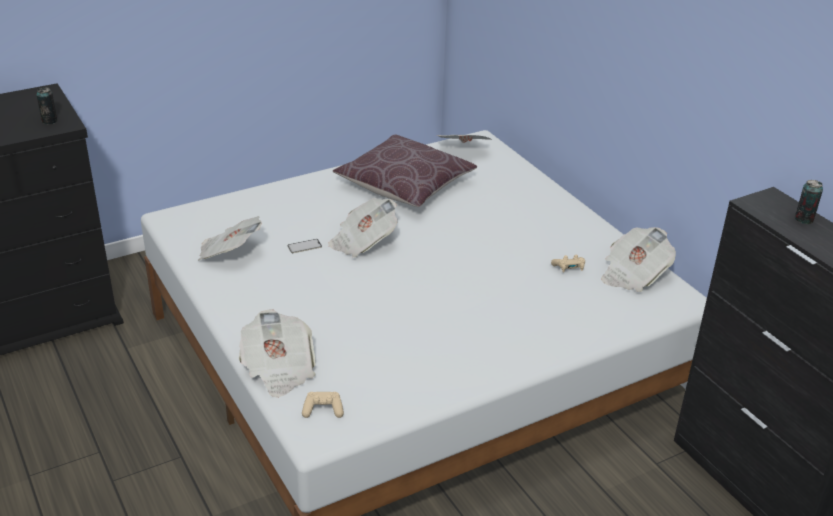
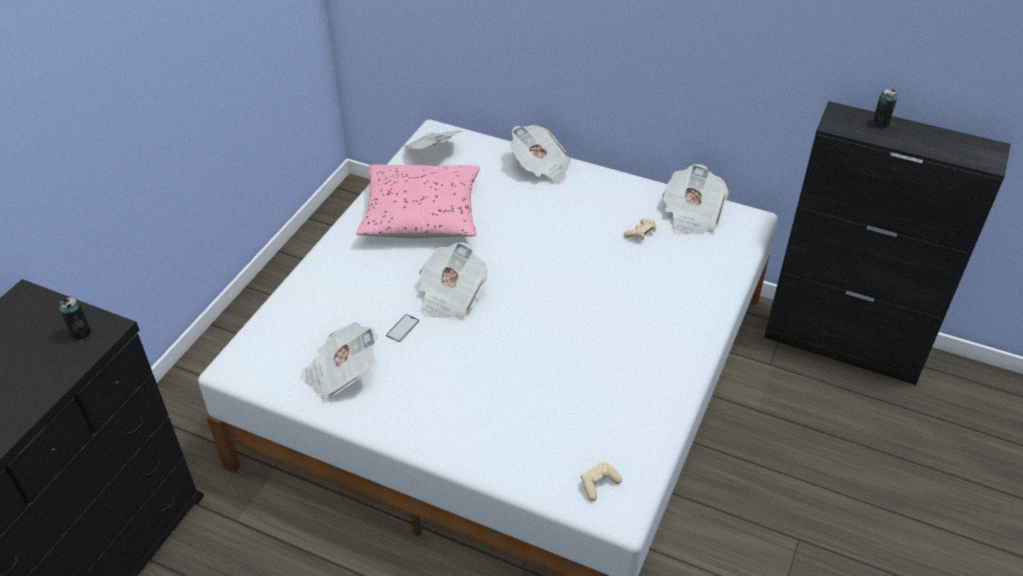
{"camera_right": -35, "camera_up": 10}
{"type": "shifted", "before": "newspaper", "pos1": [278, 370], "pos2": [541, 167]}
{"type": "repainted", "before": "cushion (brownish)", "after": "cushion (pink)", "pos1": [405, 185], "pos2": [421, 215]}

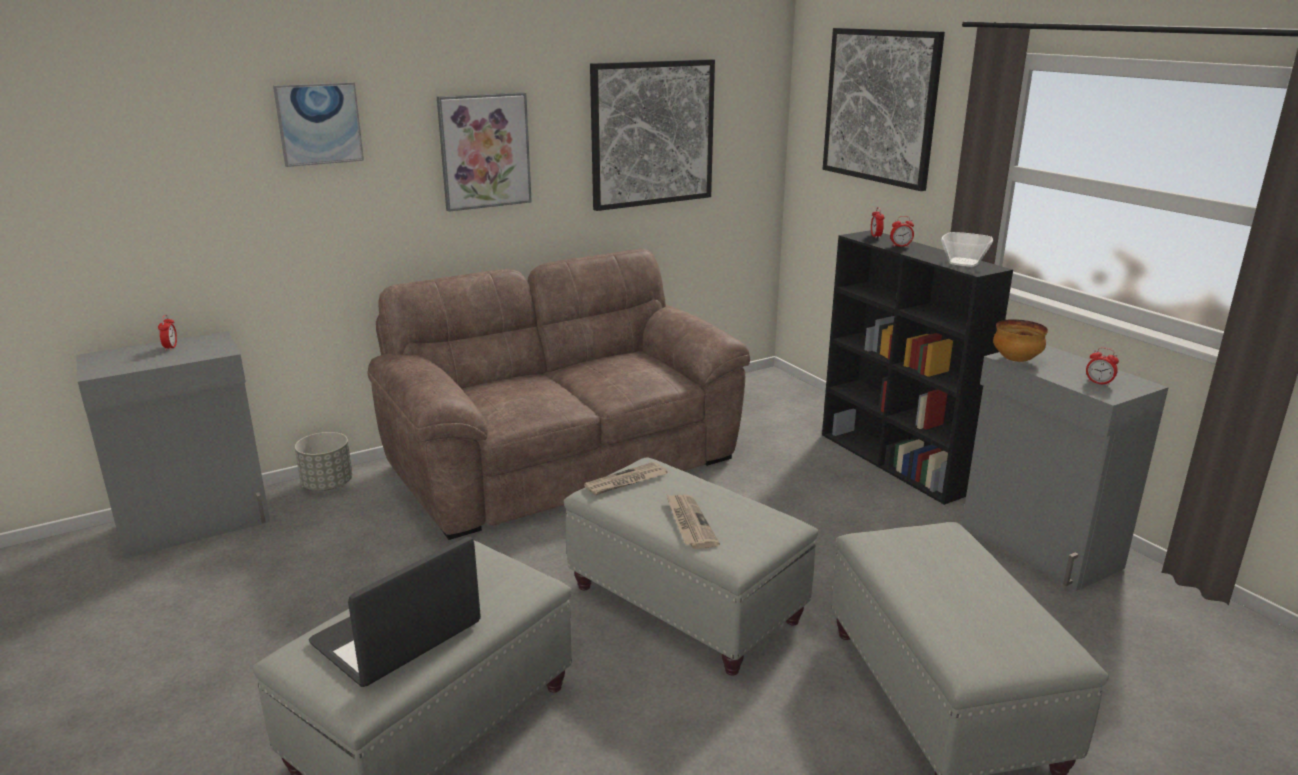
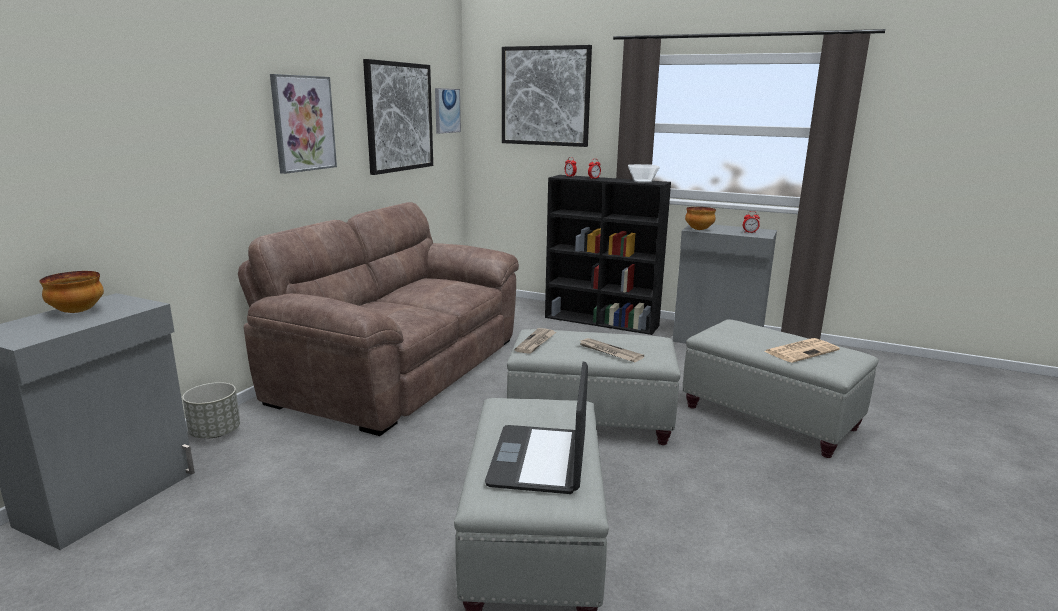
{"camera_right": -35, "camera_up": -5}
{"type": "swapped", "before": "table clock", "after": "serving bowl", "pos1": [171, 348], "pos2": [76, 312]}
{"type": "shifted", "before": "picture", "pos1": [319, 124], "pos2": [447, 110]}
{"type": "new", "after": "newspaper", "pos2": [801, 351]}

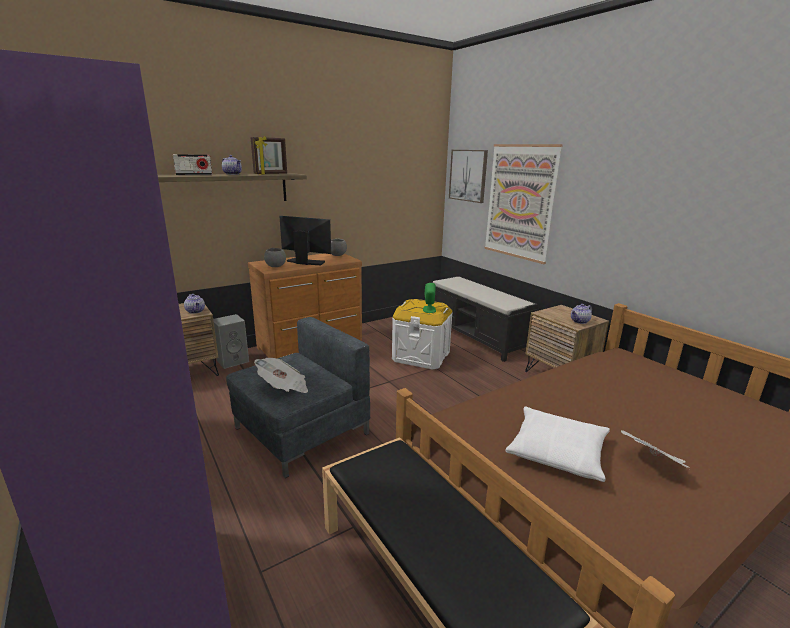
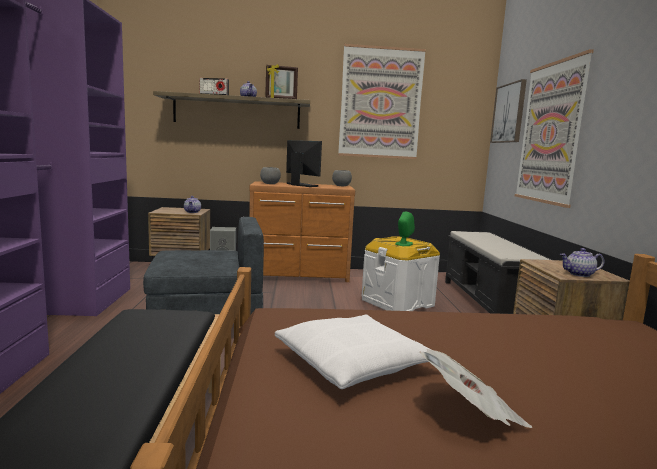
{"camera_right": 30, "camera_up": -10}
{"type": "gone", "before": "newspaper", "pos1": [284, 387]}
{"type": "new", "after": "picture", "pos2": [380, 103]}

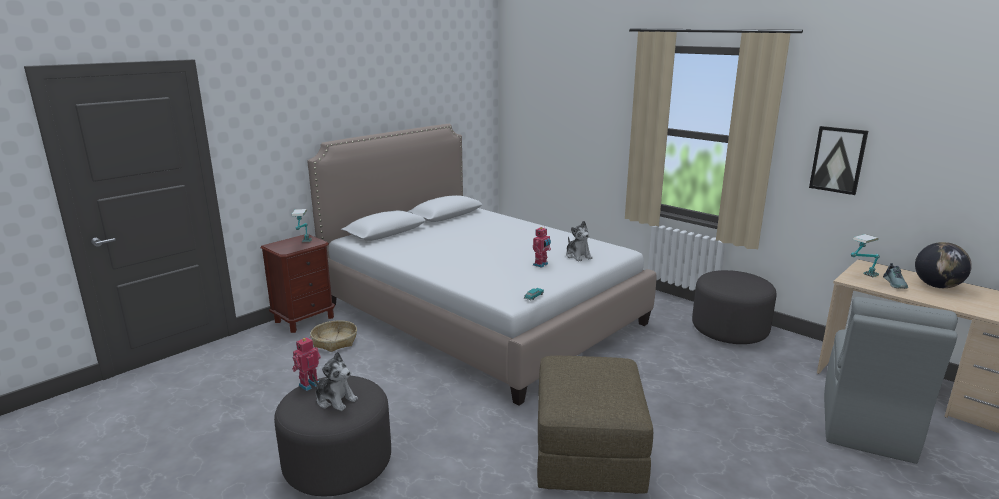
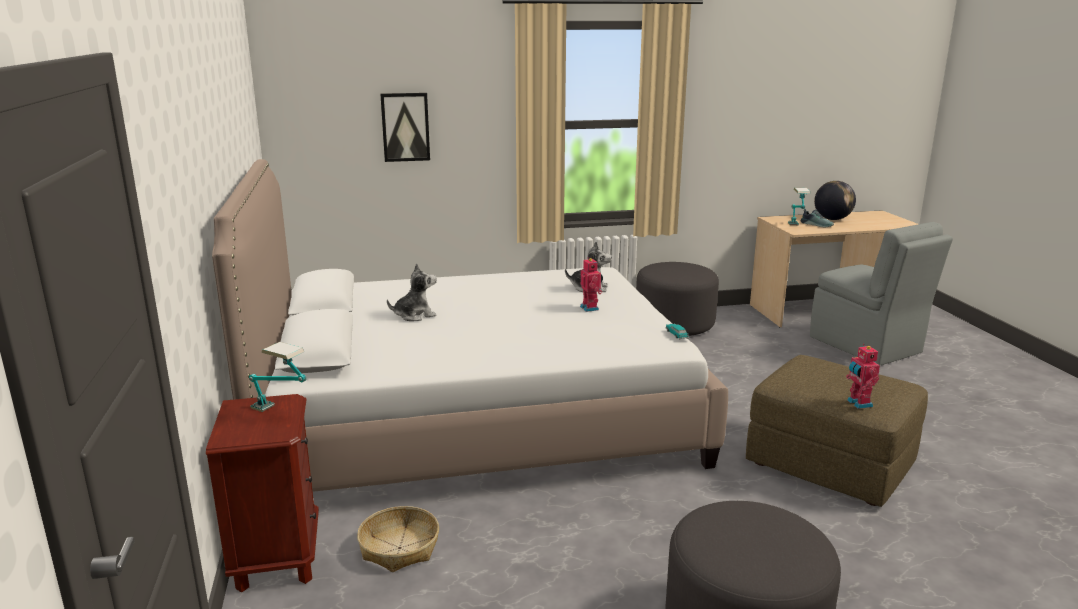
{"camera_right": -55, "camera_up": 0}
{"type": "shifted", "before": "robot figure", "pos1": [308, 384], "pos2": [858, 403]}
{"type": "shifted", "before": "soft toy", "pos1": [335, 400], "pos2": [415, 315]}
{"type": "shifted", "before": "picture", "pos1": [838, 160], "pos2": [405, 127]}

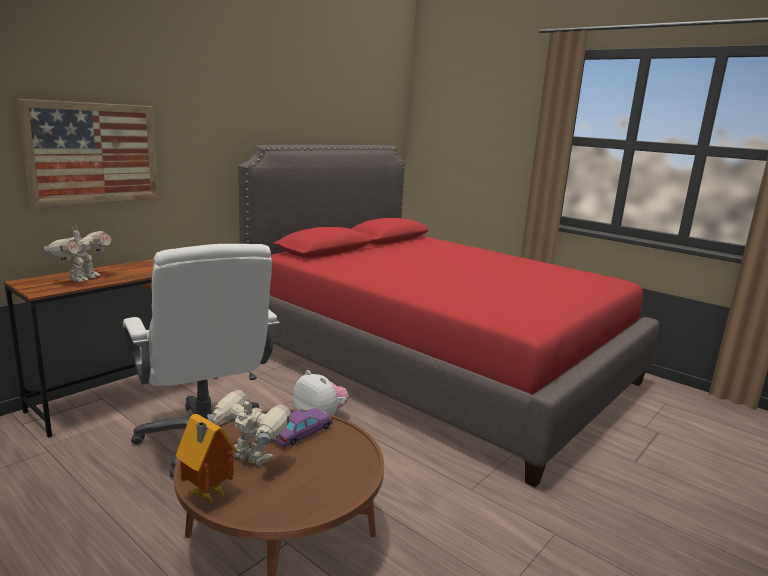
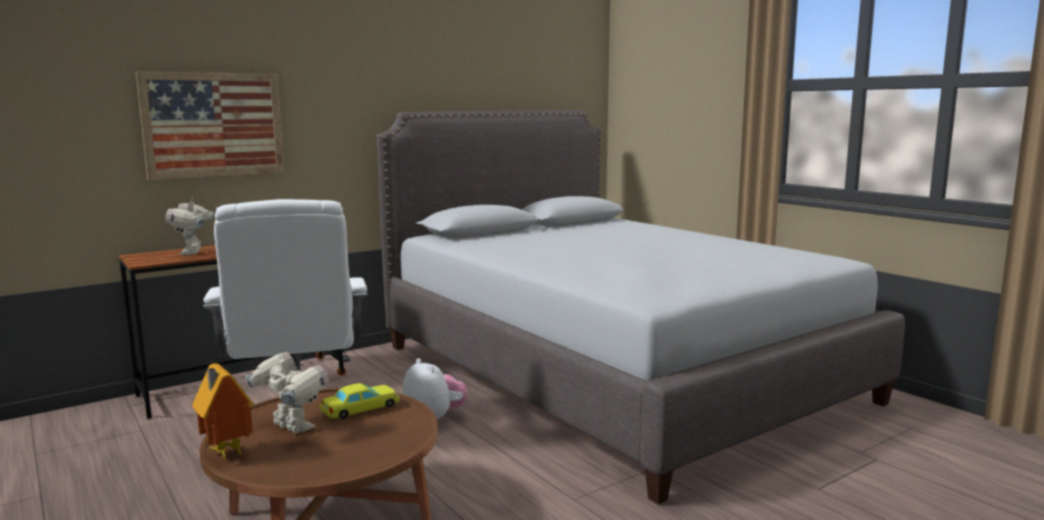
{"camera_right": 15, "camera_up": -5}
{"type": "rotated", "before": "robot figure", "pos1": [82, 278], "pos2": [193, 253], "turn": 135}
{"type": "repainted", "before": "sleeping bed (red)", "after": "sleeping bed (gray)", "pos1": [437, 365], "pos2": [612, 372]}
{"type": "repainted", "before": "model car (purplish)", "after": "model car (yellowish)", "pos1": [301, 431], "pos2": [361, 408]}

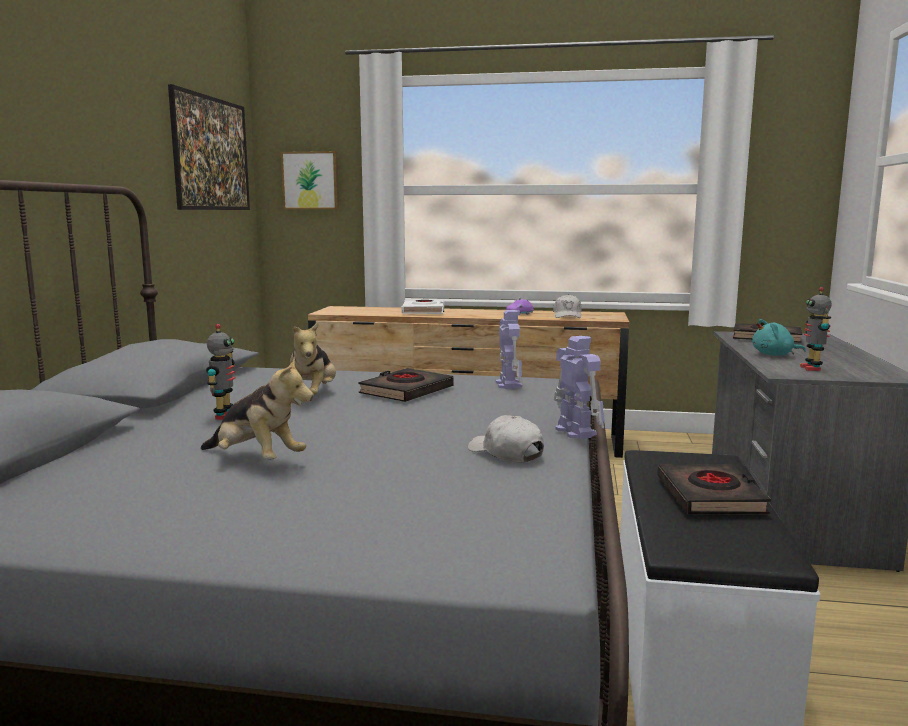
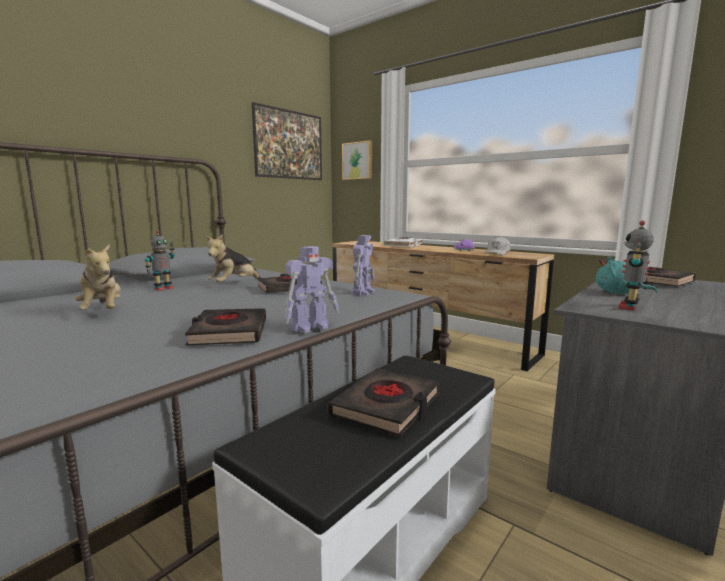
{"camera_right": 30, "camera_up": 0}
{"type": "swapped", "before": "baseball cap (white-coloured)", "after": "bound book (black-coloured)", "pos1": [505, 453], "pos2": [229, 333]}
{"type": "rotated", "before": "robot figure", "pos1": [575, 431], "pos2": [311, 327], "turn": 45}

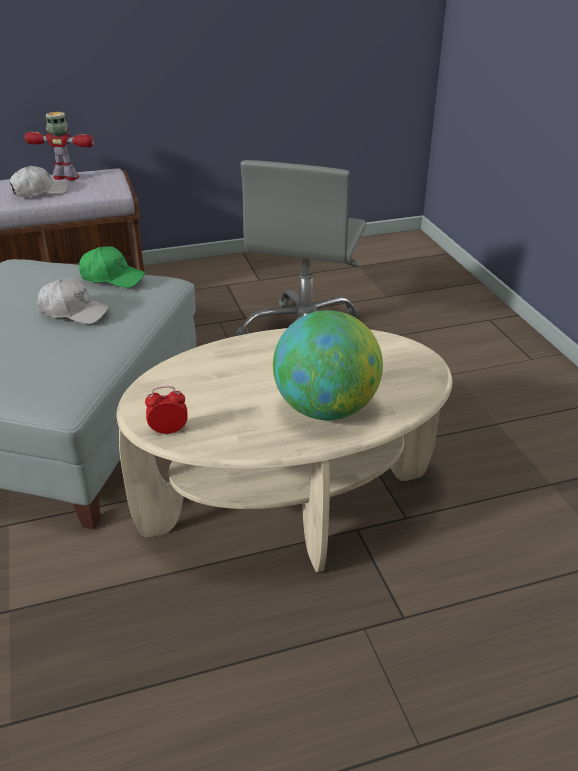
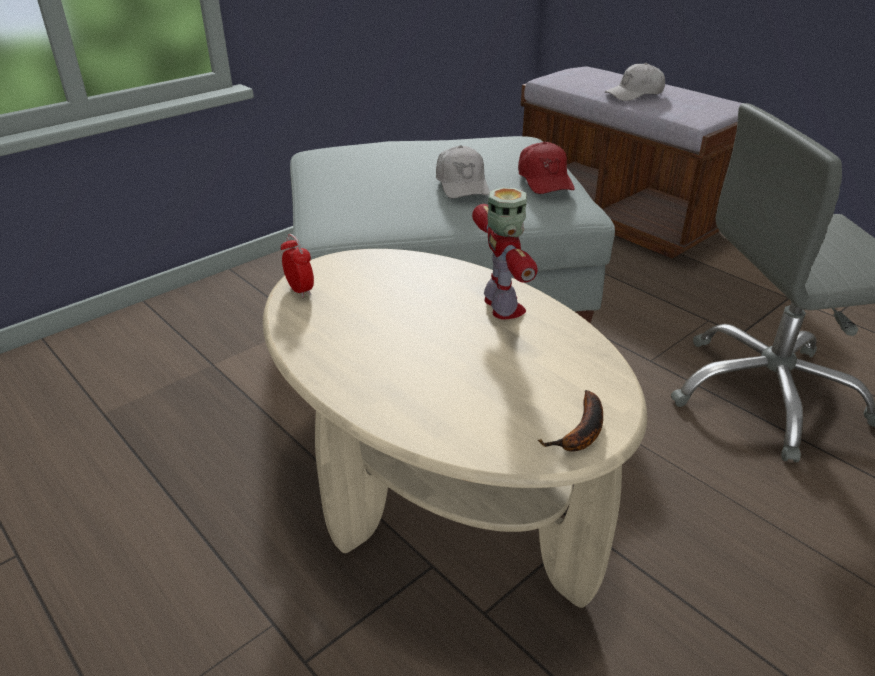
{"camera_right": 65, "camera_up": 0}
{"type": "rotated", "before": "baseball cap (white-coloured)", "pos1": [39, 192], "pos2": [634, 94], "turn": 120}
{"type": "shifted", "before": "robot figure", "pos1": [67, 177], "pos2": [502, 307]}
{"type": "repainted", "before": "baseball cap (greenish)", "after": "baseball cap (red)", "pos1": [112, 277], "pos2": [545, 180]}
{"type": "gone", "before": "globe", "pos1": [326, 409]}
{"type": "new", "after": "banana", "pos2": [581, 433]}

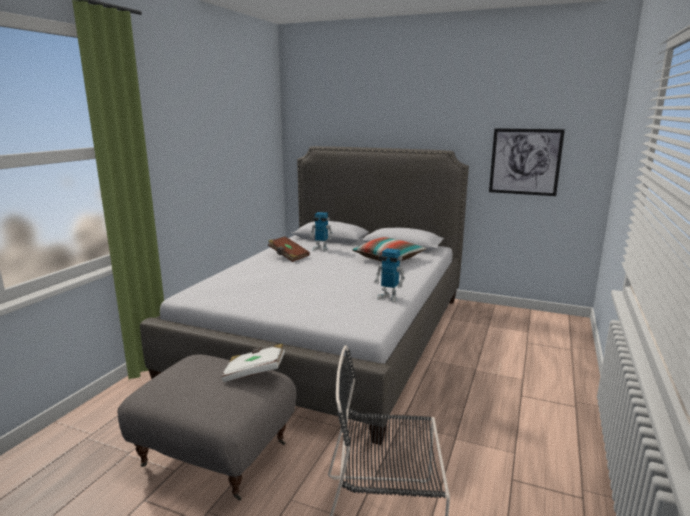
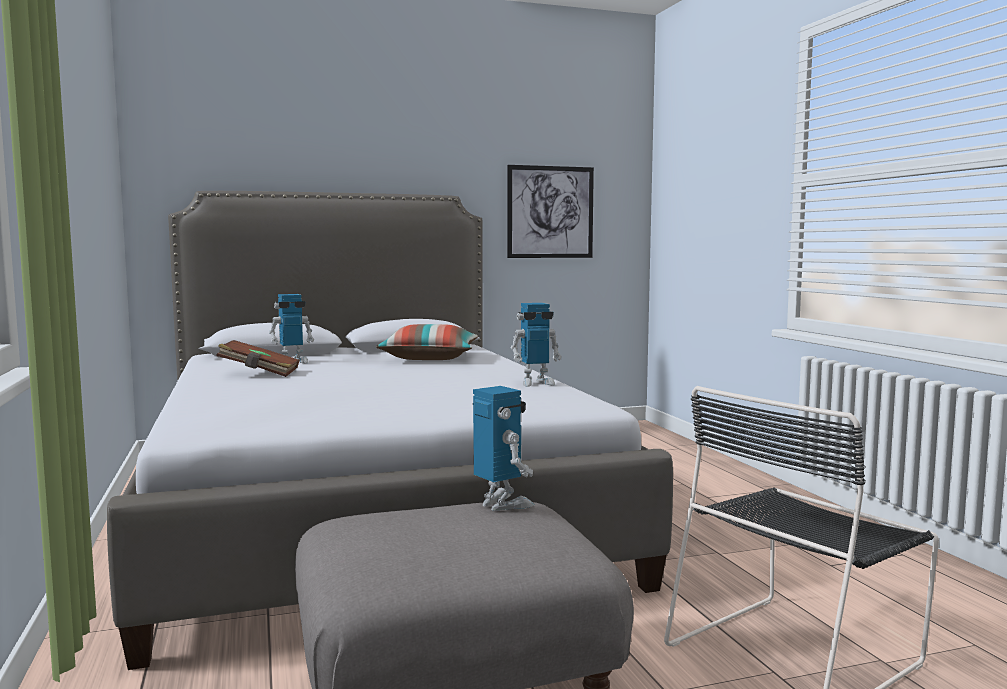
{"camera_right": -40, "camera_up": -10}
{"type": "swapped", "before": "bound book (white-coloured)", "after": "robot figure", "pos1": [254, 373], "pos2": [502, 504]}

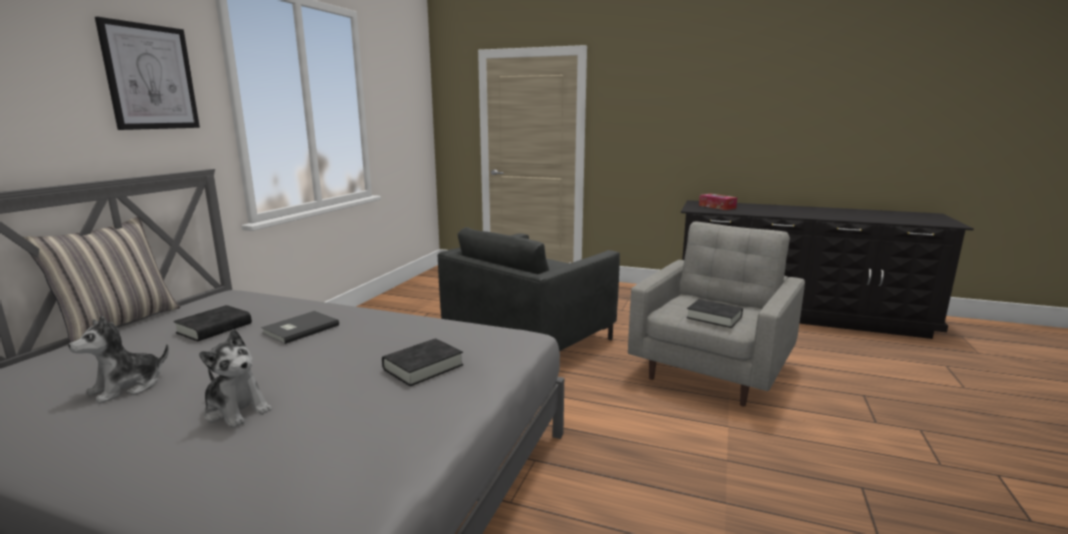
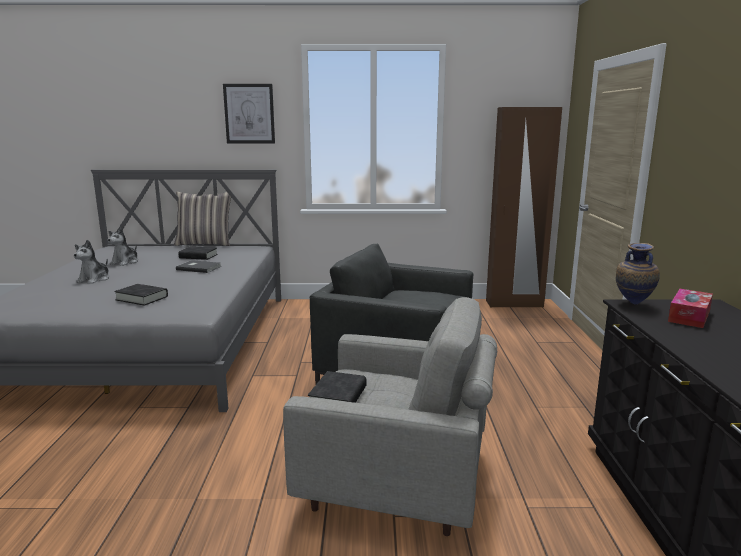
{"camera_right": 70, "camera_up": 0}
{"type": "rotated", "before": "soft toy", "pos1": [127, 387], "pos2": [125, 262], "turn": -90}
{"type": "new", "after": "clothes cupboard (brownish)", "pos2": [514, 304]}
{"type": "new", "after": "vase", "pos2": [632, 304]}

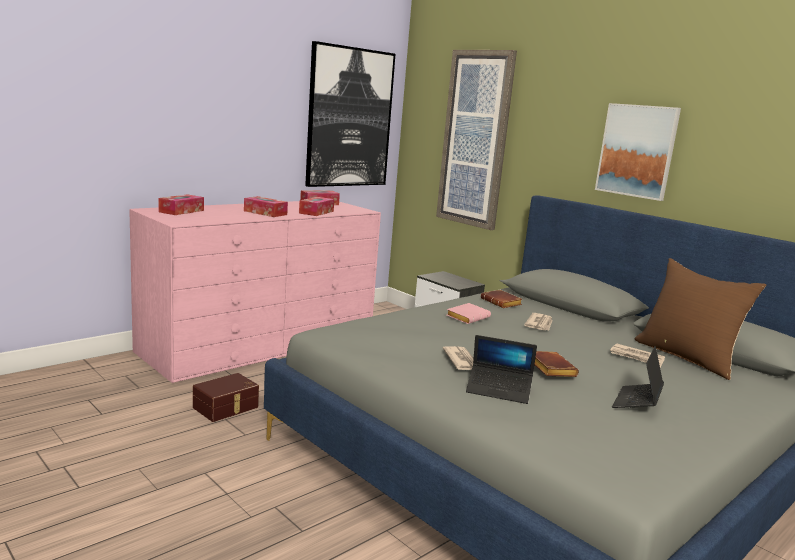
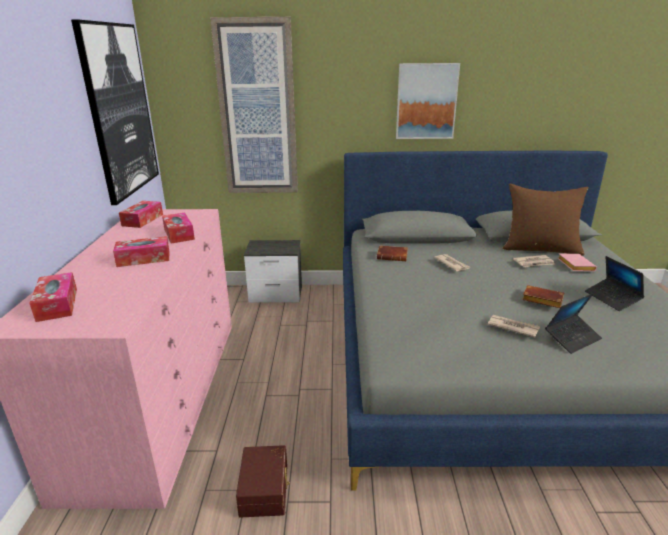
{"camera_right": -45, "camera_up": 10}
{"type": "shifted", "before": "bound book (pink)", "pos1": [467, 317], "pos2": [574, 265]}

